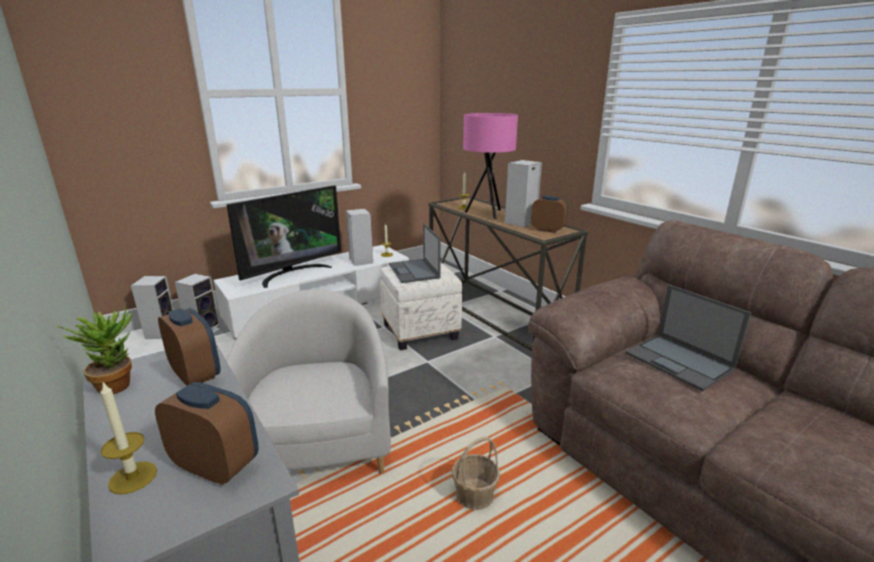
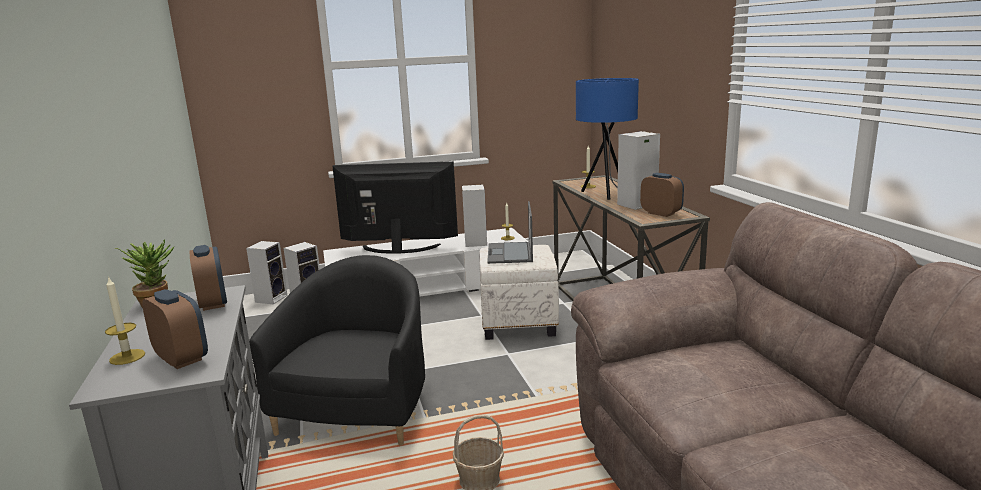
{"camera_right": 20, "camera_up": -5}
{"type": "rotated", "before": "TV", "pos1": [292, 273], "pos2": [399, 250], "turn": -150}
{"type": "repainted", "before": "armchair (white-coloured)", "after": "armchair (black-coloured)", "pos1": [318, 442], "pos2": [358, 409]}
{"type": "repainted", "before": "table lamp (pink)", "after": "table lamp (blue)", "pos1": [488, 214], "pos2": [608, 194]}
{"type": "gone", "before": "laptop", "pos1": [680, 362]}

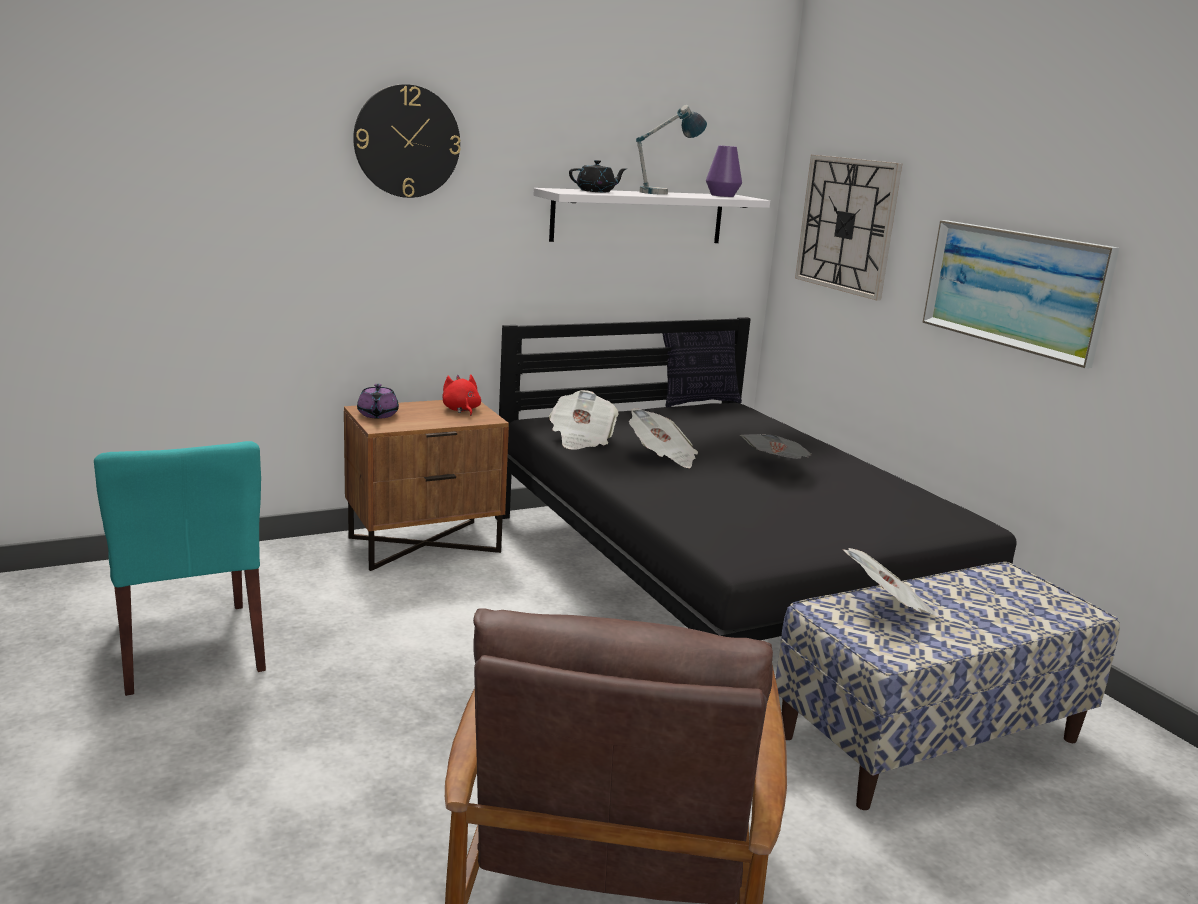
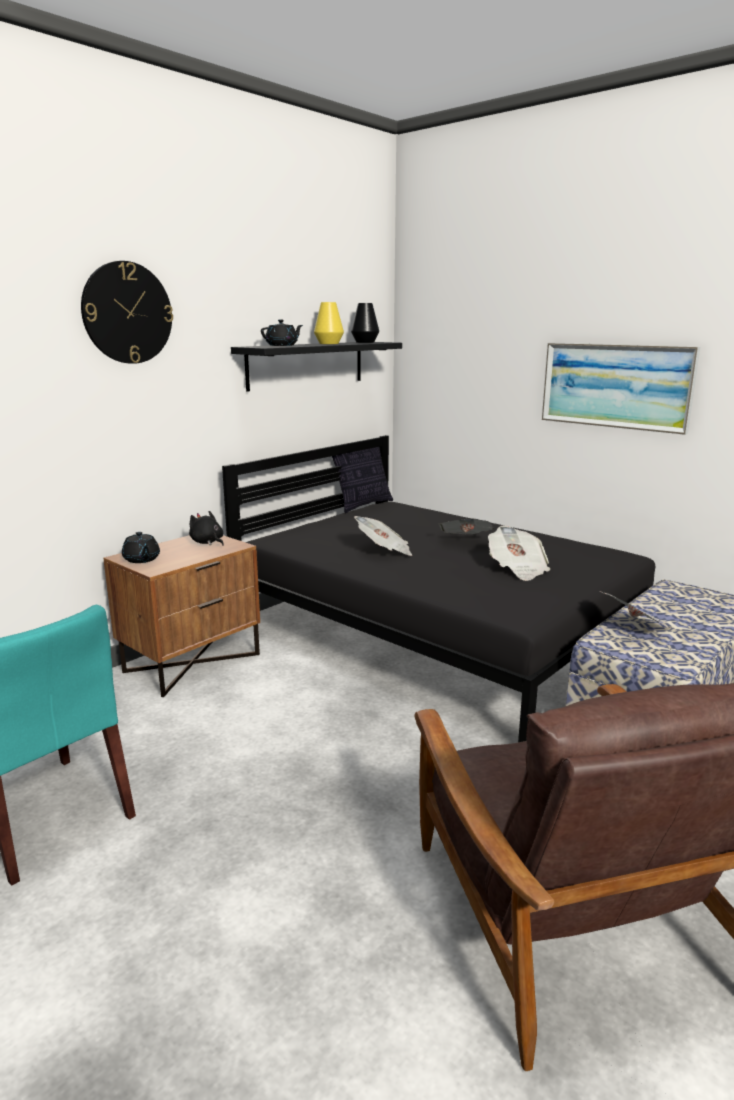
{"camera_right": -20, "camera_up": 0}
{"type": "repainted", "before": "teapot (purplish)", "after": "teapot (black-coloured)", "pos1": [377, 415], "pos2": [141, 559]}
{"type": "repainted", "before": "soft toy (red)", "after": "soft toy (black-coloured)", "pos1": [461, 410], "pos2": [207, 542]}
{"type": "repainted", "before": "wall shelf (white-coloured)", "after": "wall shelf (black-coloured)", "pos1": [638, 217], "pos2": [306, 365]}
{"type": "shifted", "before": "newspaper", "pos1": [581, 439], "pos2": [517, 569]}
{"type": "swapped", "before": "table lamp", "after": "vase (yellowish)", "pos1": [665, 193], "pos2": [328, 343]}
{"type": "repainted", "before": "vase (purplish)", "after": "vase (black-coloured)", "pos1": [722, 195], "pos2": [365, 342]}
{"type": "gone", "before": "clock on the wall", "pos1": [847, 225]}

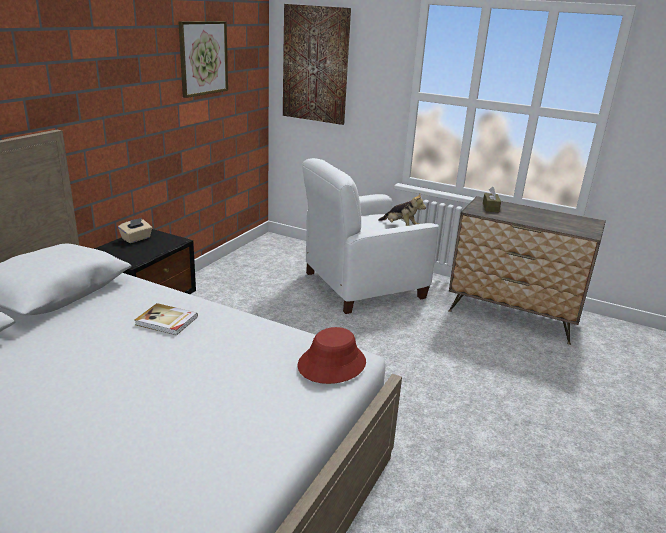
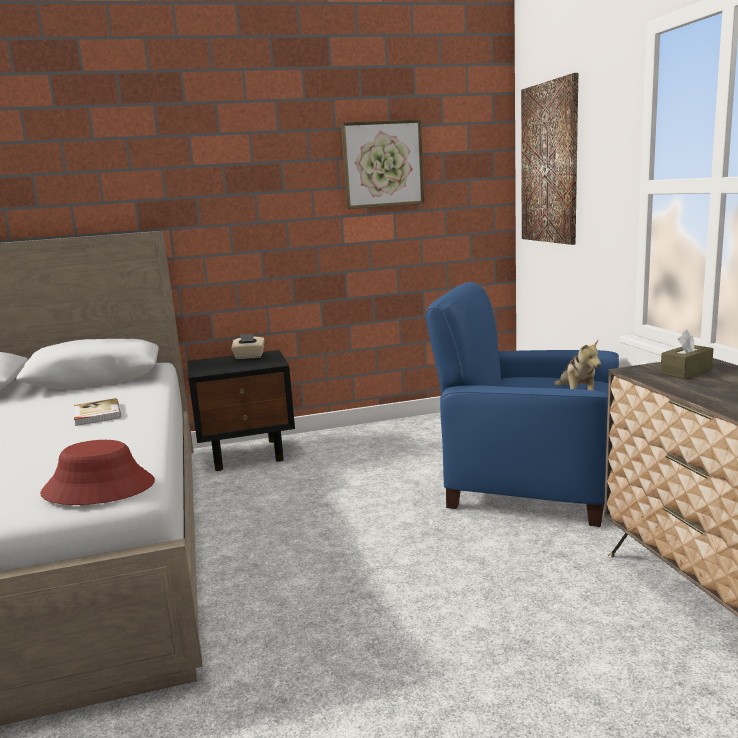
{"camera_right": 50, "camera_up": -10}
{"type": "repainted", "before": "armchair (white-coloured)", "after": "armchair (blue)", "pos1": [362, 285], "pos2": [530, 484]}

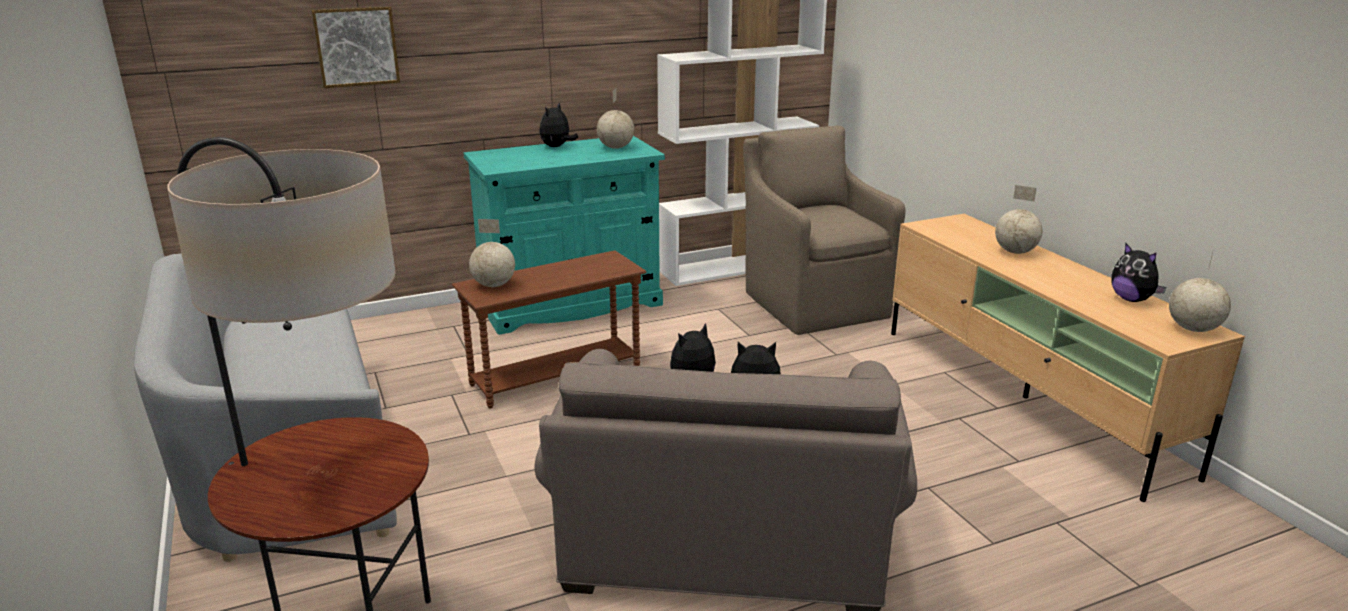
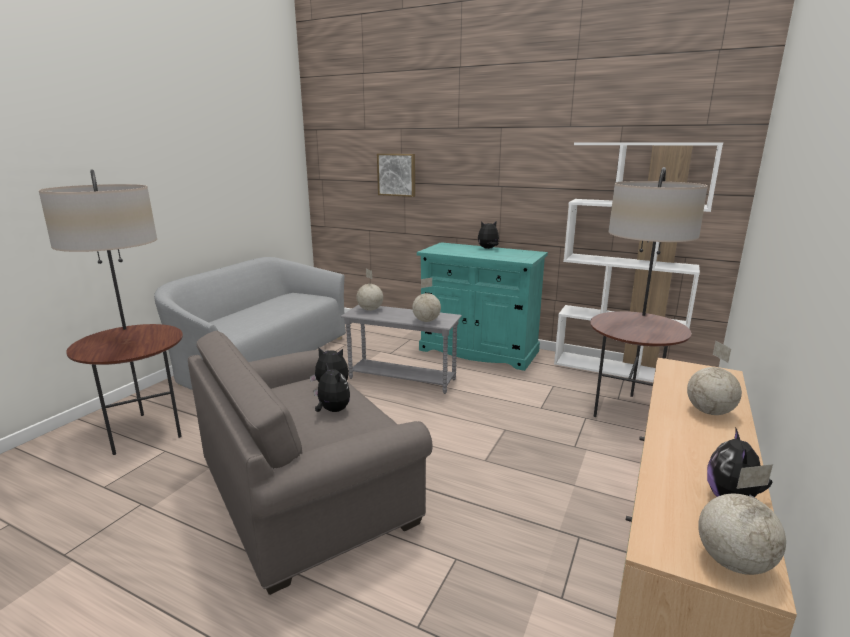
{"camera_right": 50, "camera_up": -5}
{"type": "repainted", "before": "side table (brownish)", "after": "side table (gray)", "pos1": [556, 377], "pos2": [402, 379]}
{"type": "shifted", "before": "globe", "pos1": [616, 147], "pos2": [427, 321]}
{"type": "swapped", "before": "armchair (brownish)", "after": "standard lamp", "pos1": [814, 303], "pos2": [626, 410]}

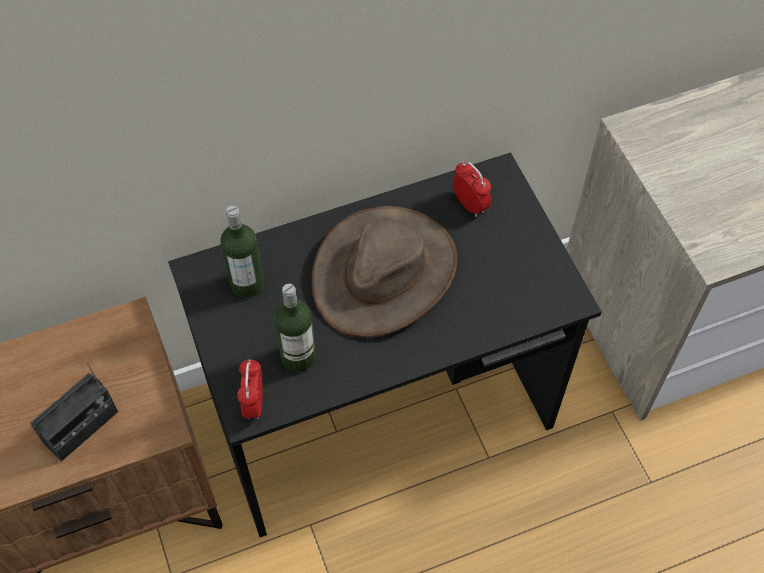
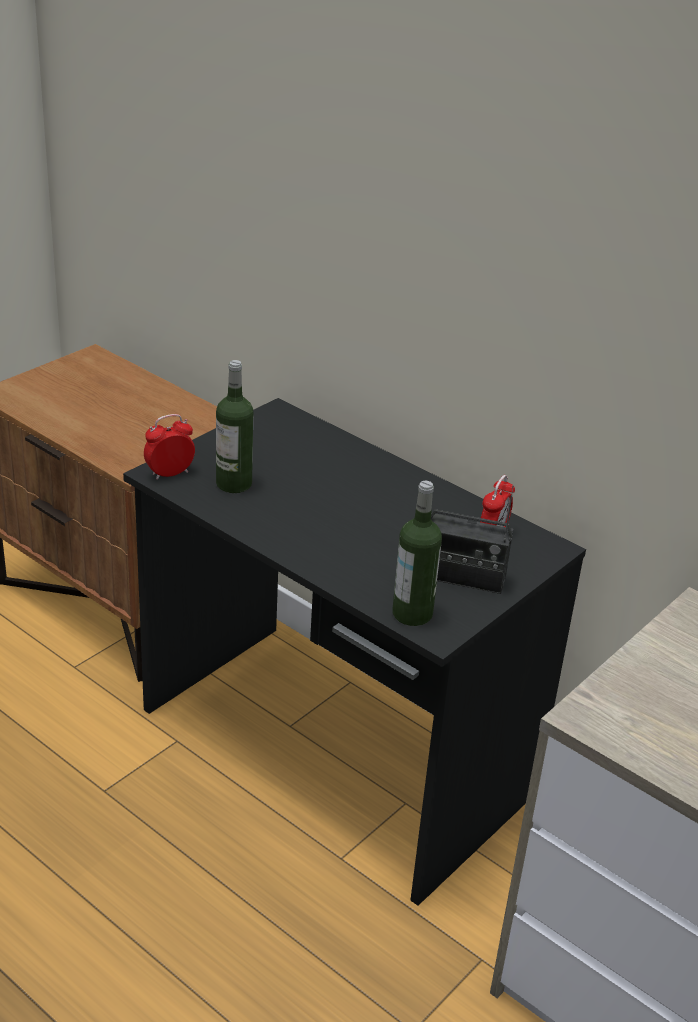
{"camera_right": 60, "camera_up": -25}
{"type": "shifted", "before": "radio receiver", "pos1": [81, 428], "pos2": [462, 577]}
{"type": "shifted", "before": "bottle", "pos1": [247, 284], "pos2": [412, 614]}
{"type": "gone", "before": "clothing hat (brownish)", "pos1": [384, 272]}

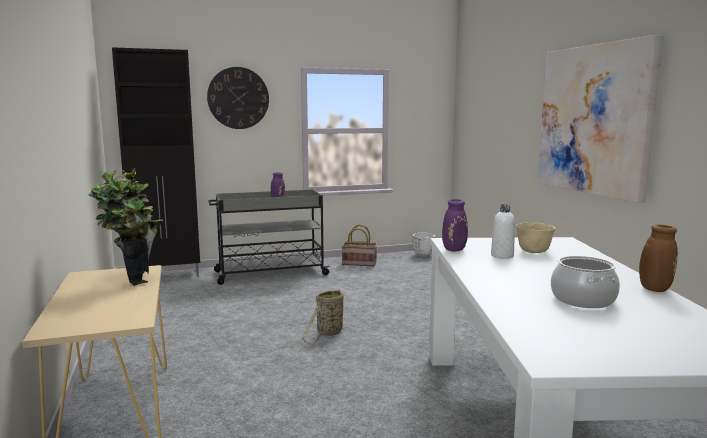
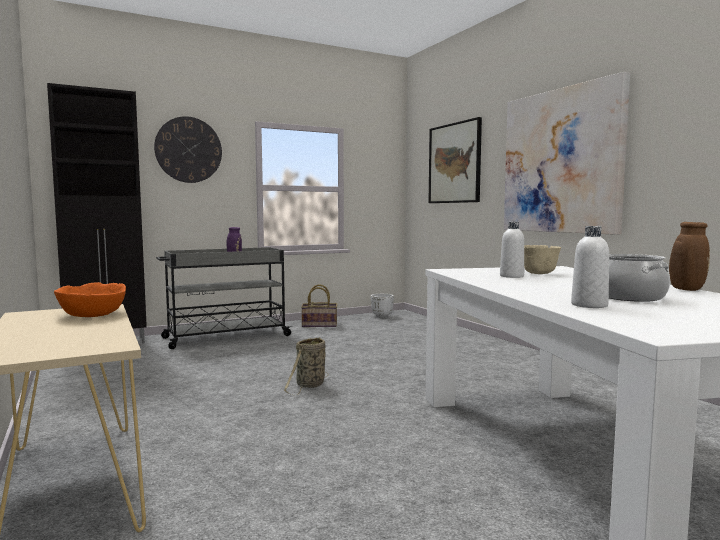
{"camera_right": -10, "camera_up": -5}
{"type": "swapped", "before": "houseplant", "after": "serving bowl (orange)", "pos1": [133, 278], "pos2": [93, 314]}
{"type": "gone", "before": "vase (purplish)", "pos1": [455, 249]}
{"type": "new", "after": "picture", "pos2": [454, 163]}
{"type": "new", "after": "bottle (white-coloured)", "pos2": [589, 305]}

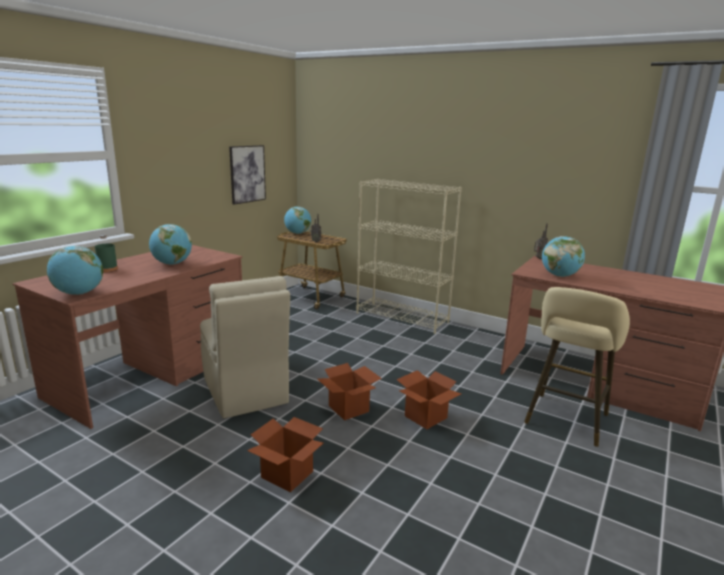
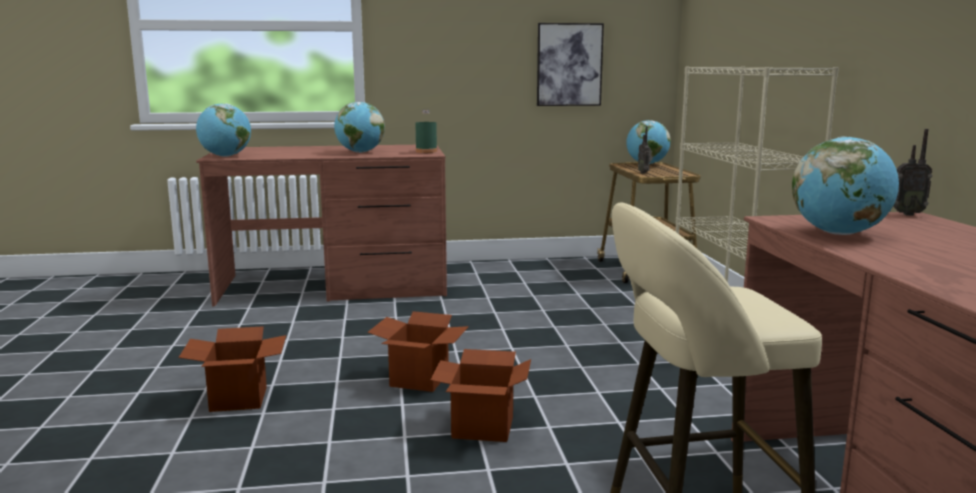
{"camera_right": 50, "camera_up": -5}
{"type": "shifted", "before": "bottle (greenish)", "pos1": [107, 269], "pos2": [426, 151]}
{"type": "gone", "before": "plain chair (beige)", "pos1": [245, 392]}

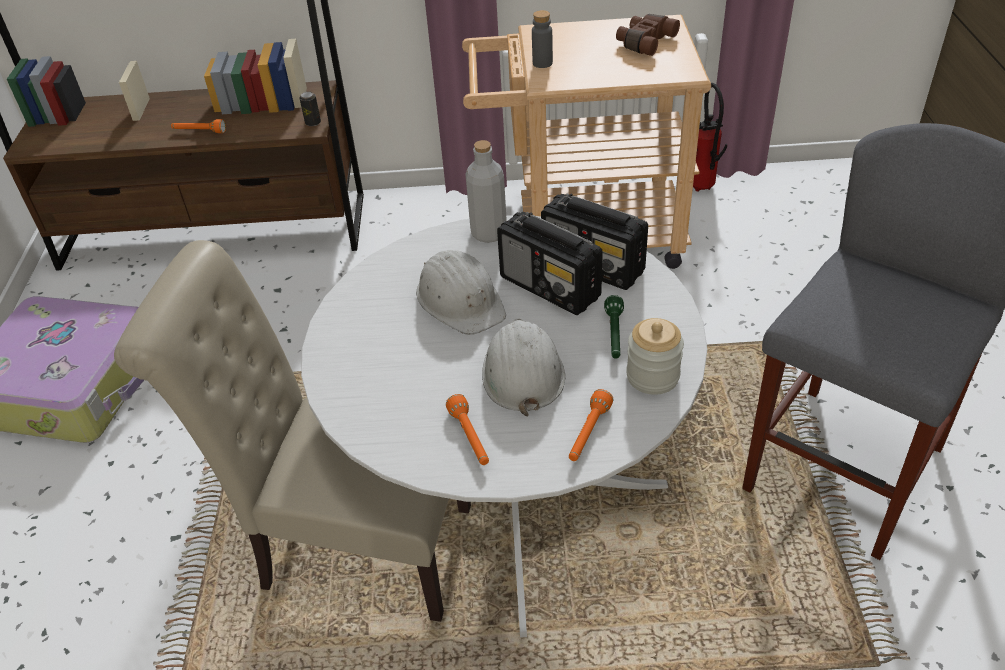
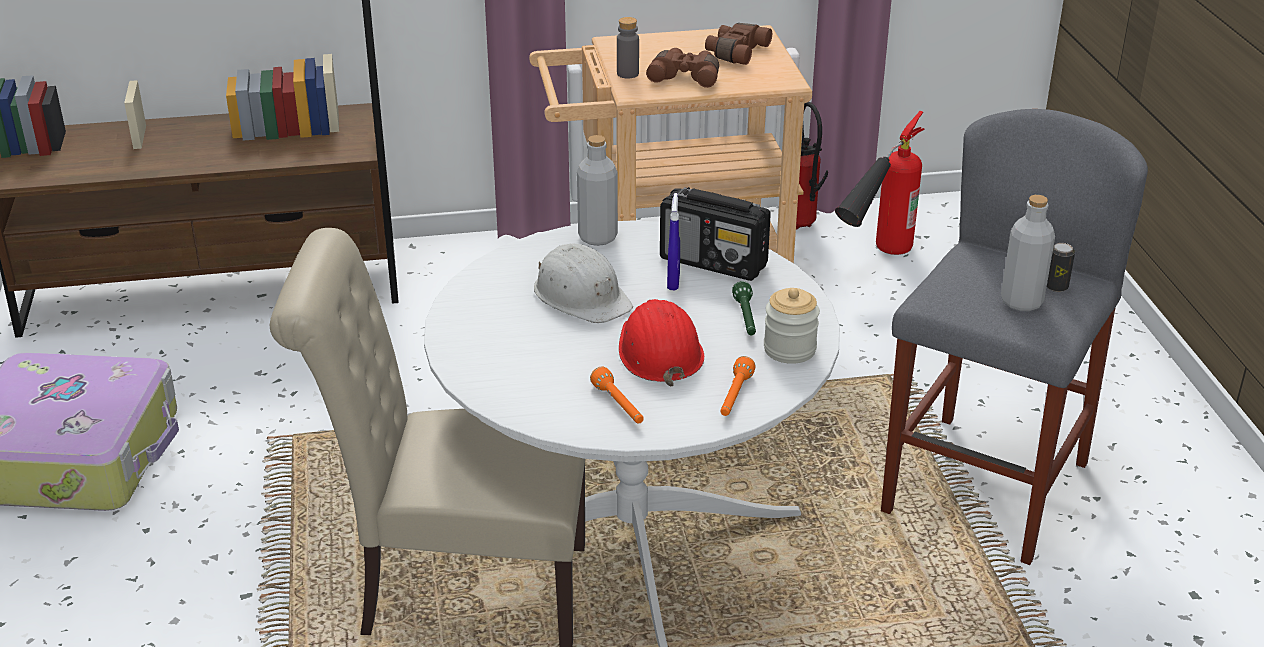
{"camera_right": -10, "camera_up": -10}
{"type": "gone", "before": "flashlight (orange)", "pos1": [199, 132]}
{"type": "shifted", "before": "can", "pos1": [313, 123], "pos2": [1056, 287]}
{"type": "repainted", "before": "hard hat (white-coloured)", "after": "hard hat (red)", "pos1": [522, 372], "pos2": [659, 352]}
{"type": "swapped", "before": "radio receiver", "after": "sprayer (blue)", "pos1": [550, 288], "pos2": [673, 282]}
{"type": "new", "after": "field glasses (brownish)", "pos2": [686, 77]}
{"type": "new", "after": "fire extinguisher", "pos2": [875, 260]}
{"type": "new", "after": "bottle (gray)", "pos2": [1021, 302]}

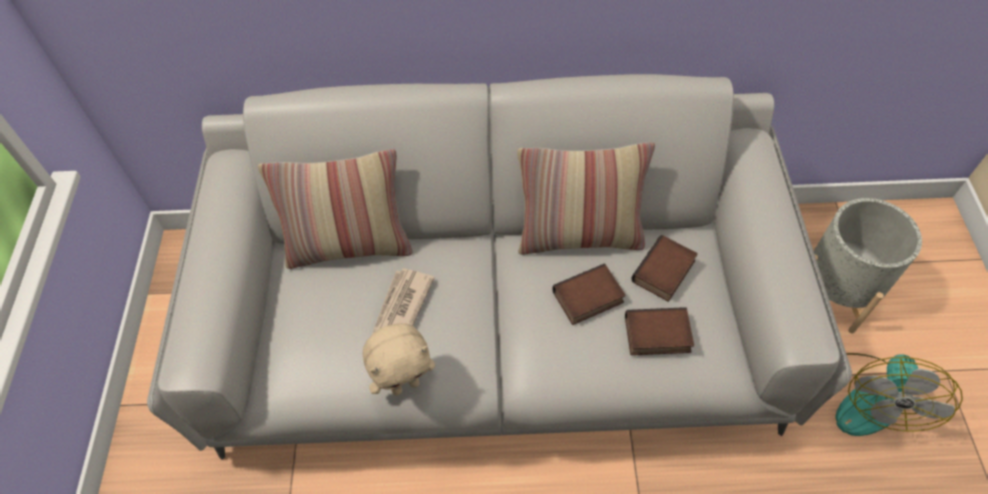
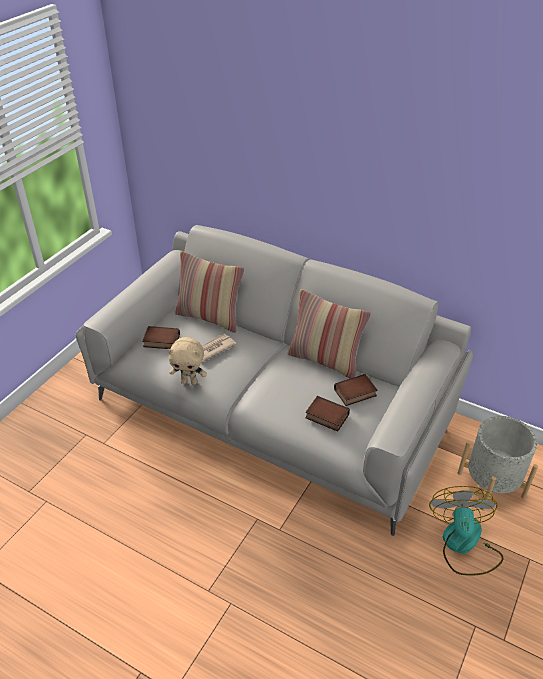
{"camera_right": 30, "camera_up": -15}
{"type": "shifted", "before": "bound book", "pos1": [588, 299], "pos2": [161, 341]}
{"type": "rotated", "before": "electric fan", "pos1": [867, 397], "pos2": [463, 545], "turn": 135}

